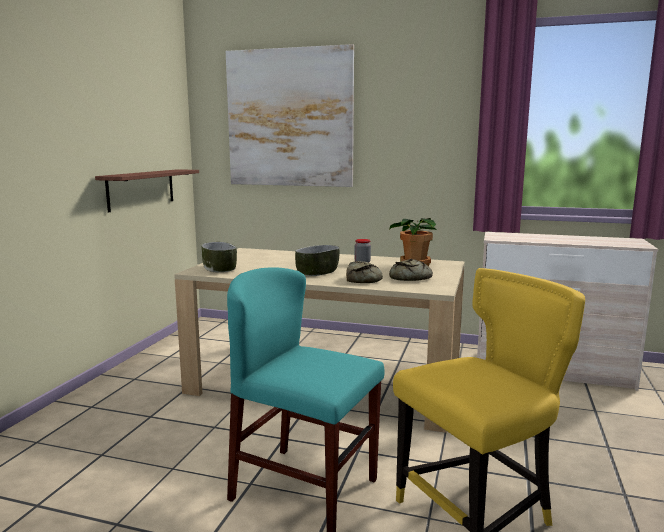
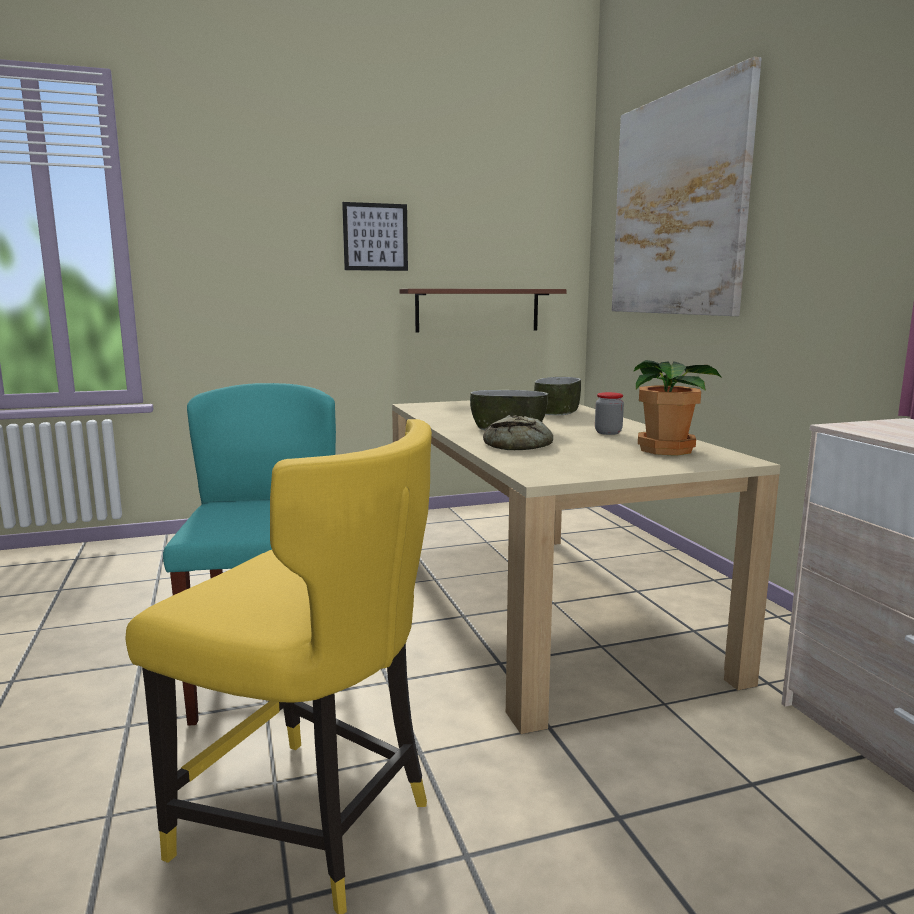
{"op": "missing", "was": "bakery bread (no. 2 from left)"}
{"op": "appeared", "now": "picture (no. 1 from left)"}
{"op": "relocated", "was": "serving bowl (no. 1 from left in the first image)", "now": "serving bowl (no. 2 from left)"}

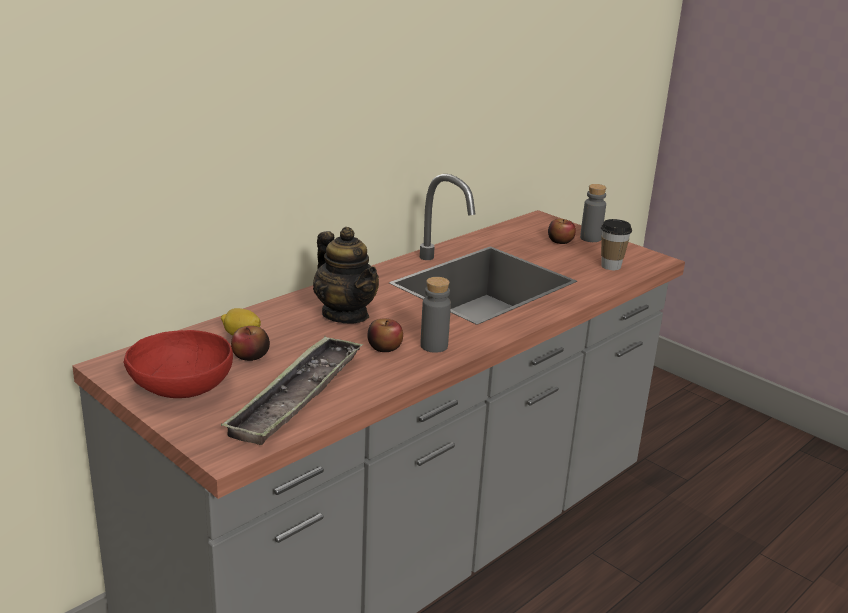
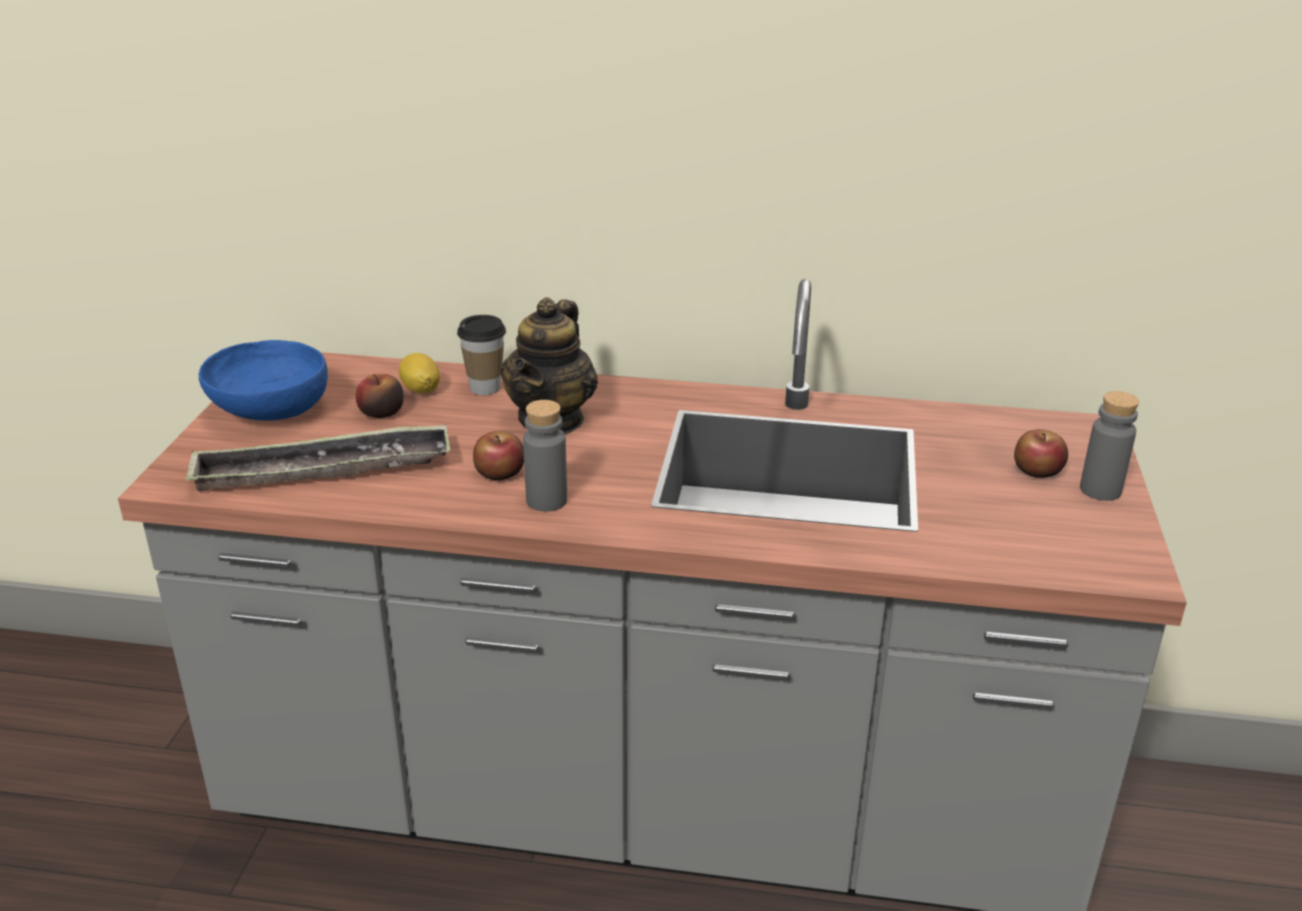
{"op": "relocated", "was": "cup"}
{"op": "colour", "was": "serving bowl (red)", "now": "serving bowl (blue)"}

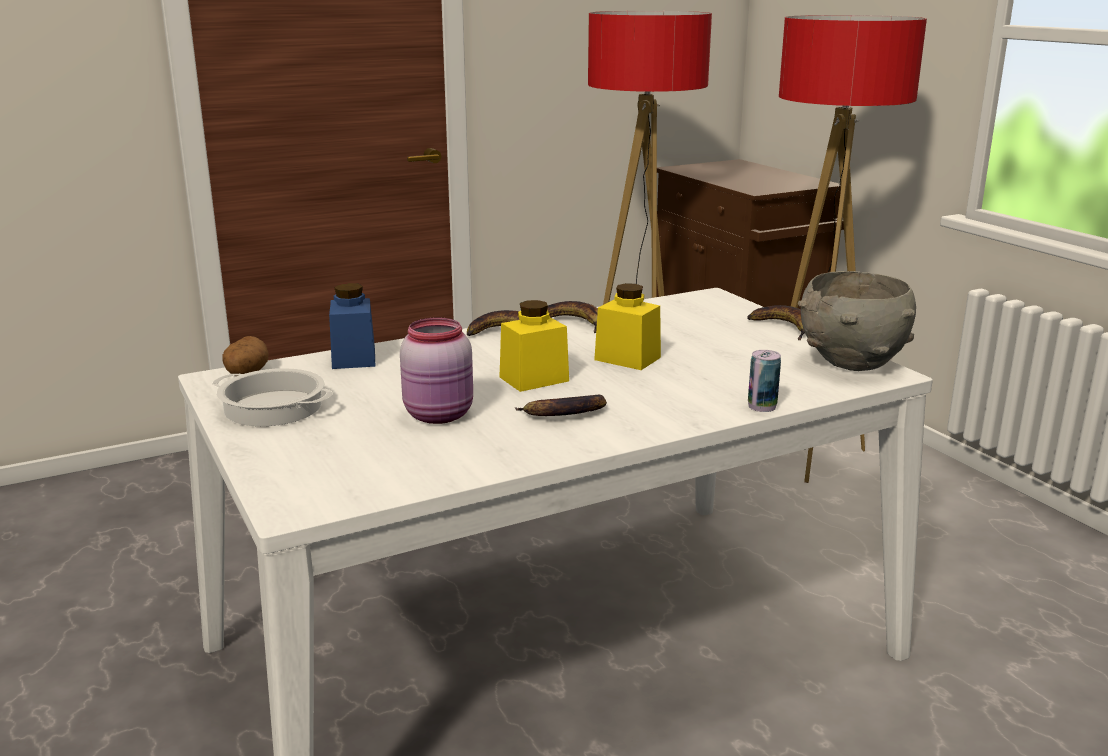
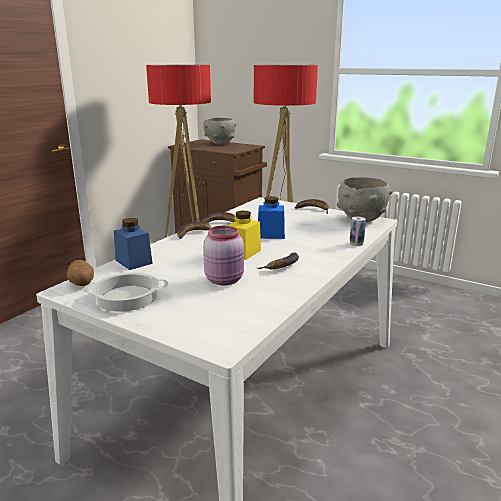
{"op": "appeared", "now": "serving bowl (gray) (no. 1 from left)"}
{"op": "colour", "was": "storage jar (yellow) (no. 2 from left)", "now": "storage jar (blue) (no. 2 from left)"}

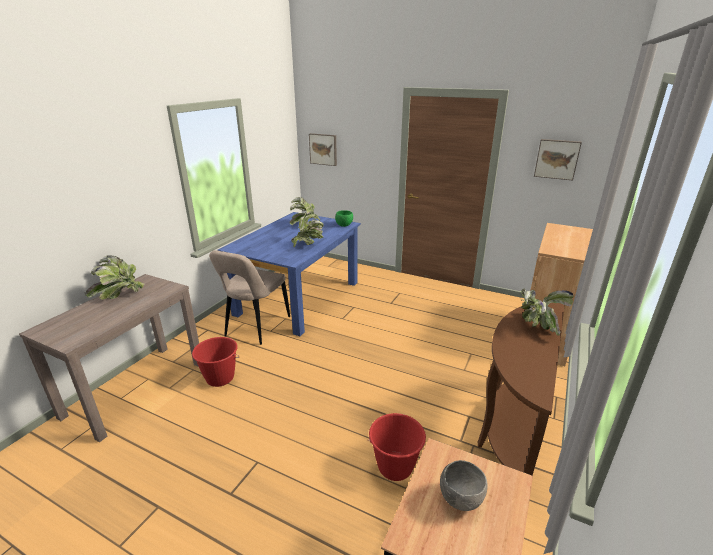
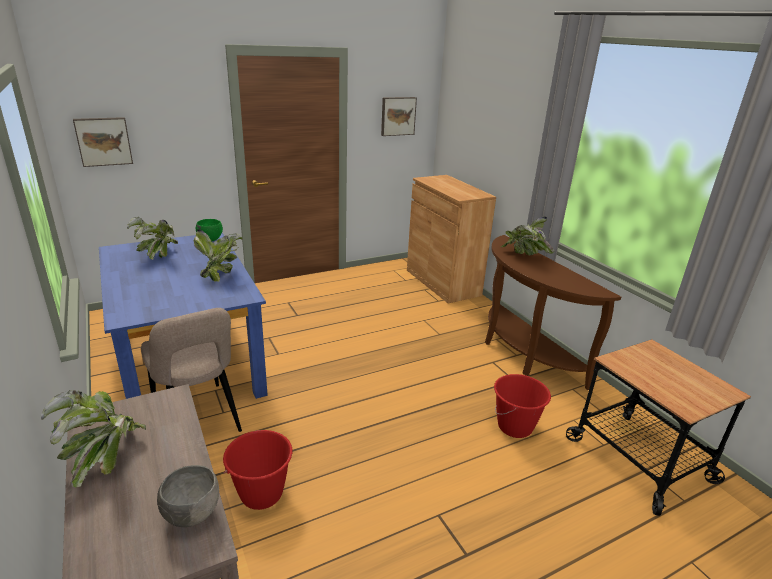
{"op": "relocated", "was": "serving bowl (gray)"}

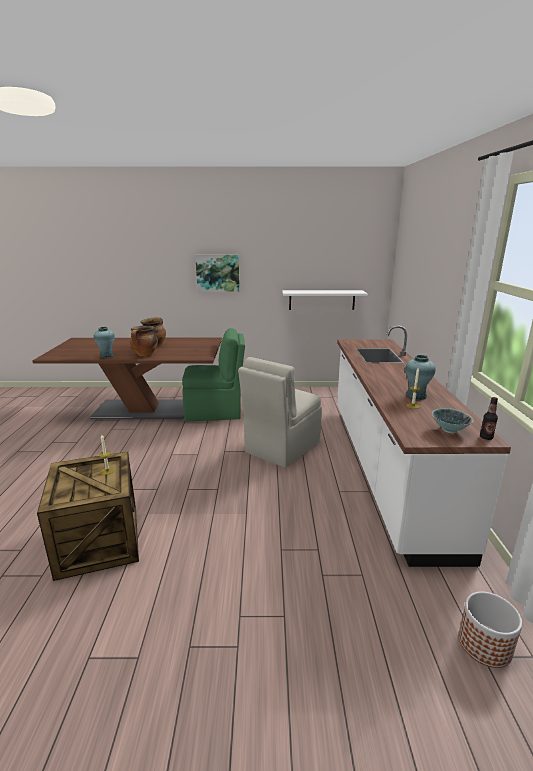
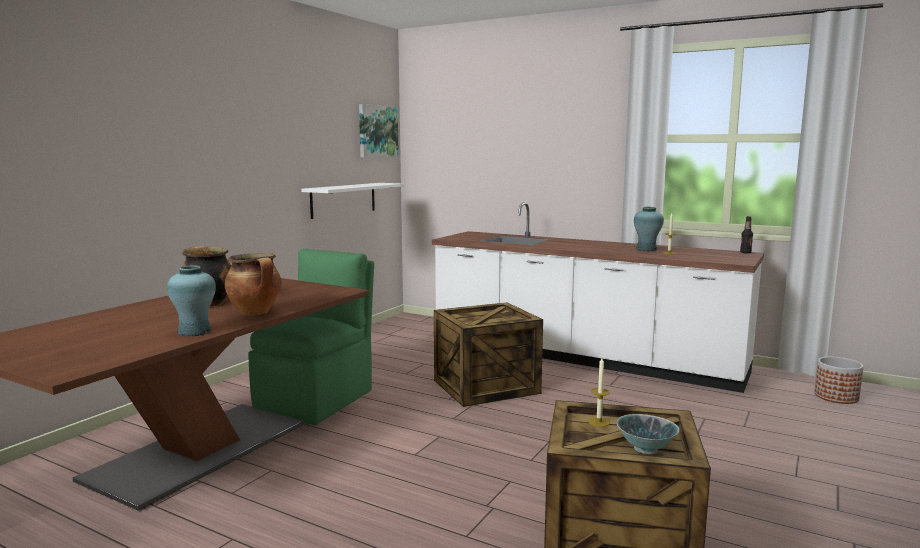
{"op": "relocated", "was": "picture"}
{"op": "relocated", "was": "serving bowl"}
{"op": "exchanged", "was": "upright chair (sand-coloured)", "now": "crate (no. 1 from left)"}

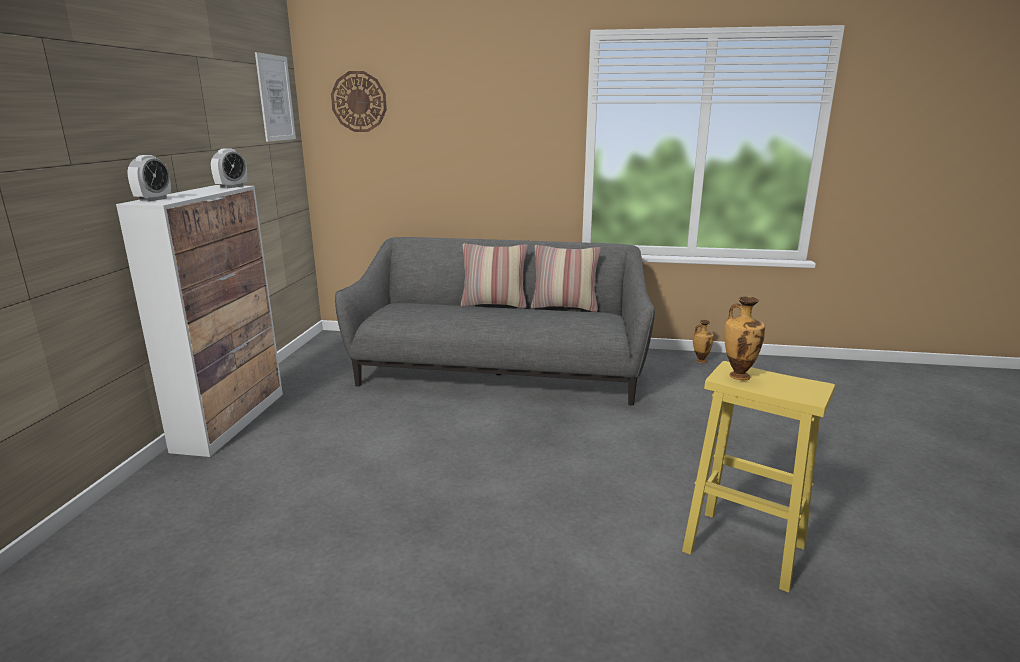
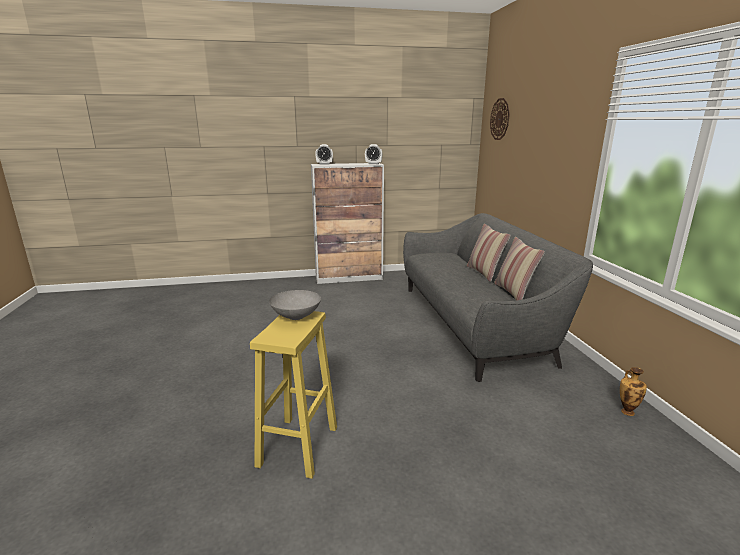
{"op": "missing", "was": "picture"}
{"op": "exchanged", "was": "vase (no. 2 from left)", "now": "serving bowl (gray)"}

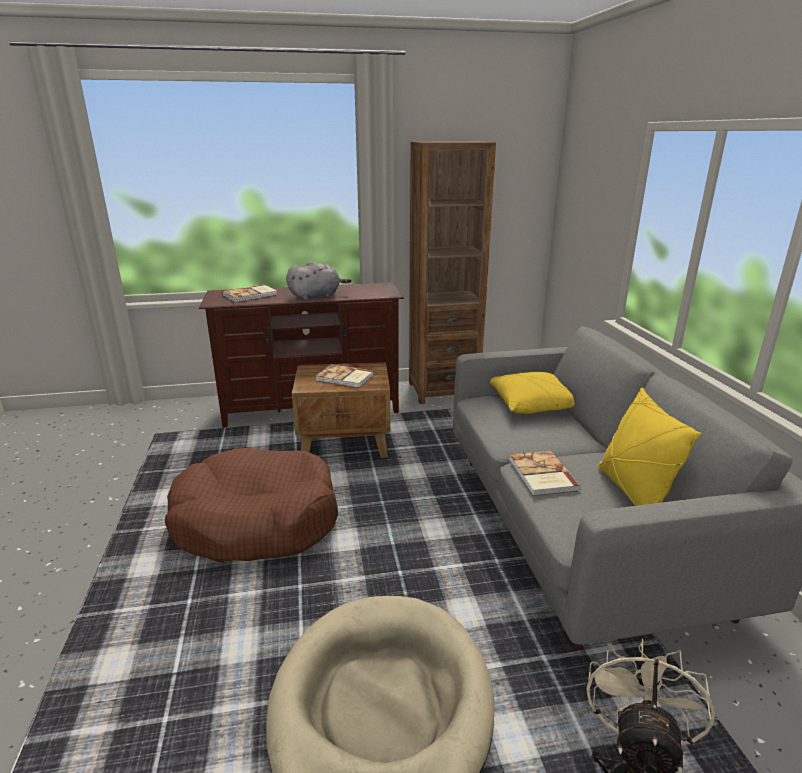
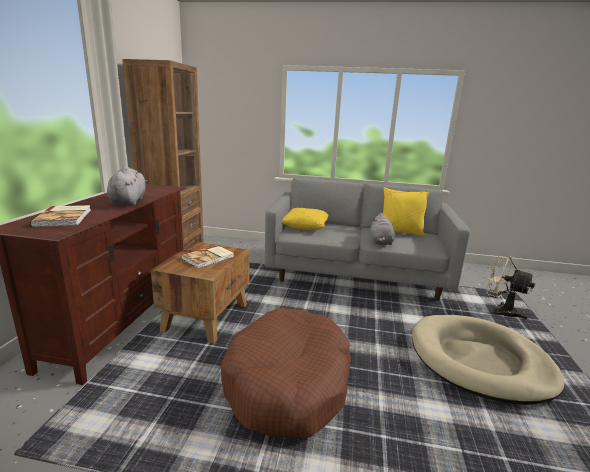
{"op": "exchanged", "was": "book (no. 3 from left)", "now": "soft toy (gray) (no. 2 from left)"}

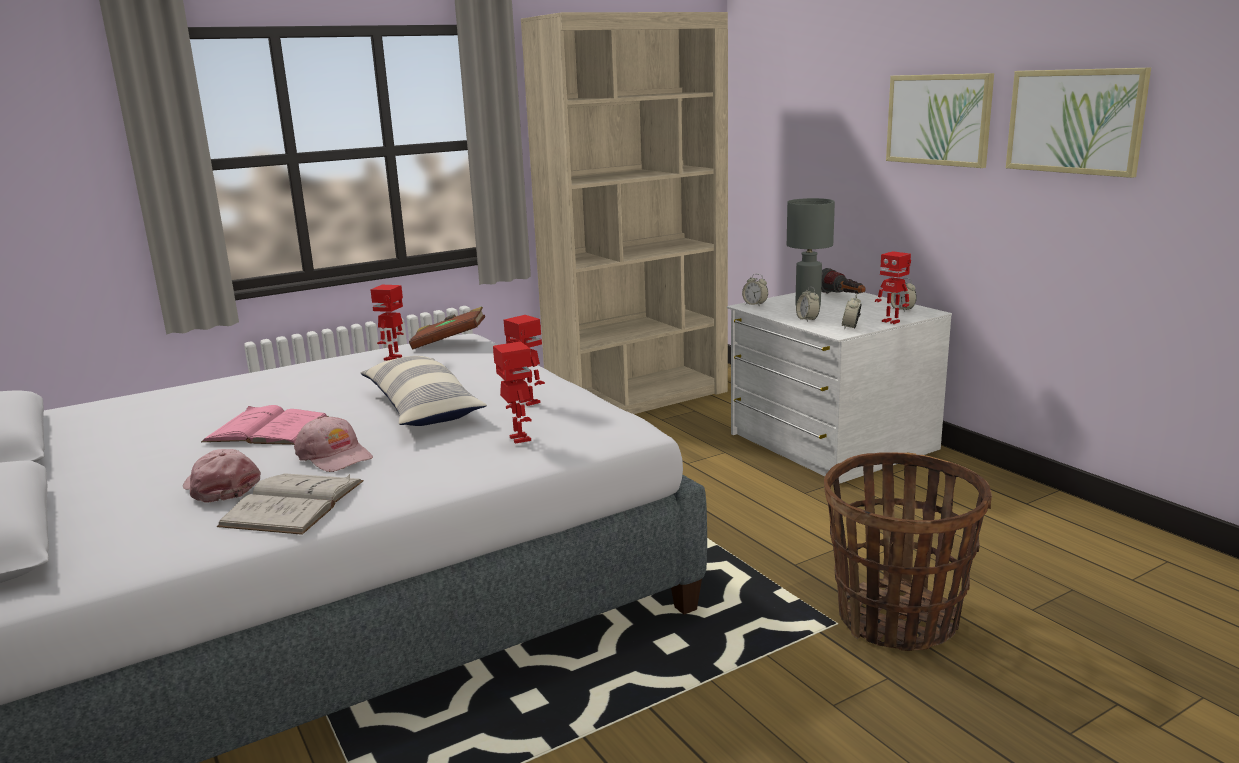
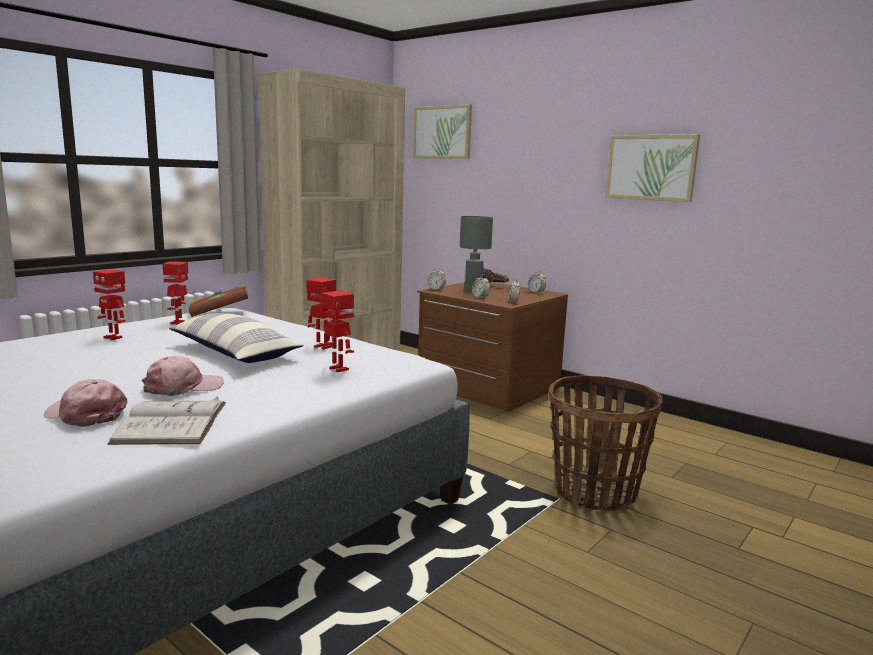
{"op": "missing", "was": "book (pink-coloured)"}
{"op": "relocated", "was": "toy robot (no. 4 from left in the first image)", "now": "toy robot (no. 1 from left)"}
{"op": "relocated", "was": "picture (no. 1 from left)"}
{"op": "colour", "was": "dresser (whitish)", "now": "dresser (brown)"}
{"op": "spun", "was": "cap (pink-coloured) (no. 2 from left)", "clockwise": -60}

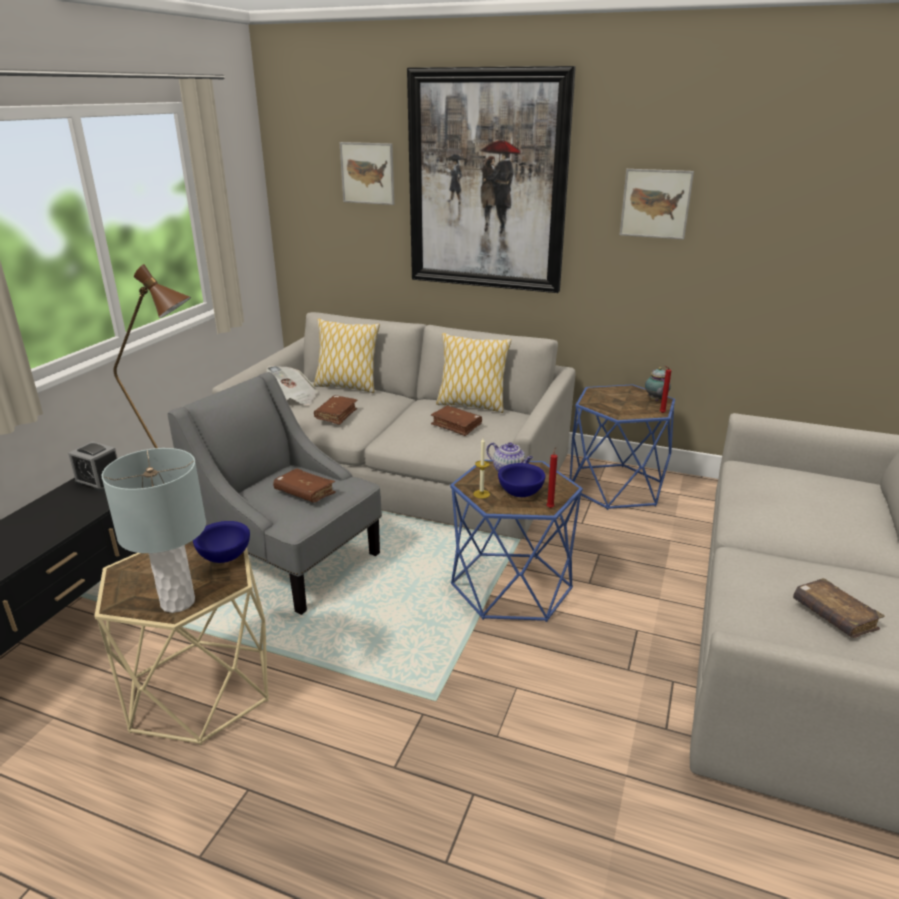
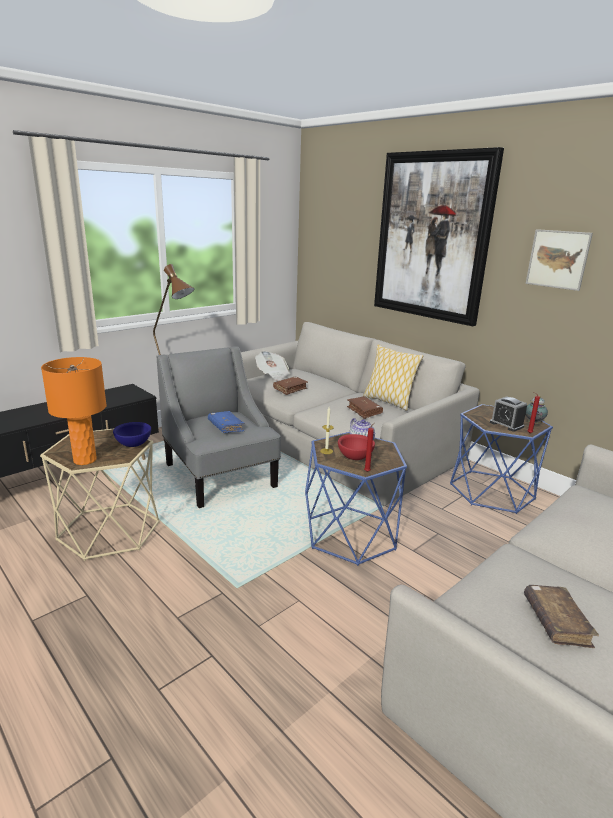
{"op": "missing", "was": "throw pillow (no. 1 from left)"}
{"op": "missing", "was": "picture (no. 1 from left)"}
{"op": "relocated", "was": "table clock"}
{"op": "colour", "was": "table lamp (gray)", "now": "table lamp (orange-coloured)"}
{"op": "colour", "was": "book (brown) (no. 1 from left)", "now": "book (blue)"}
{"op": "colour", "was": "serving bowl (blue) (no. 2 from left)", "now": "serving bowl (red)"}

